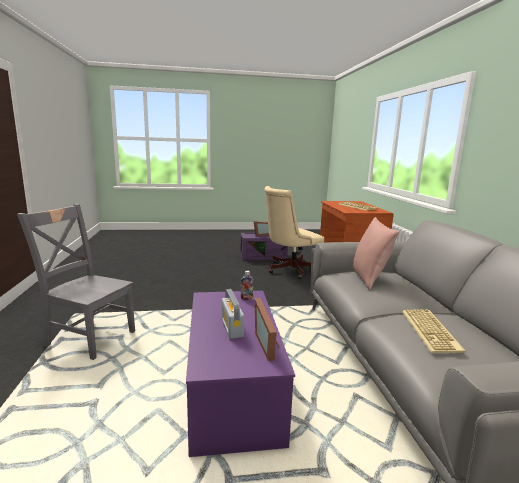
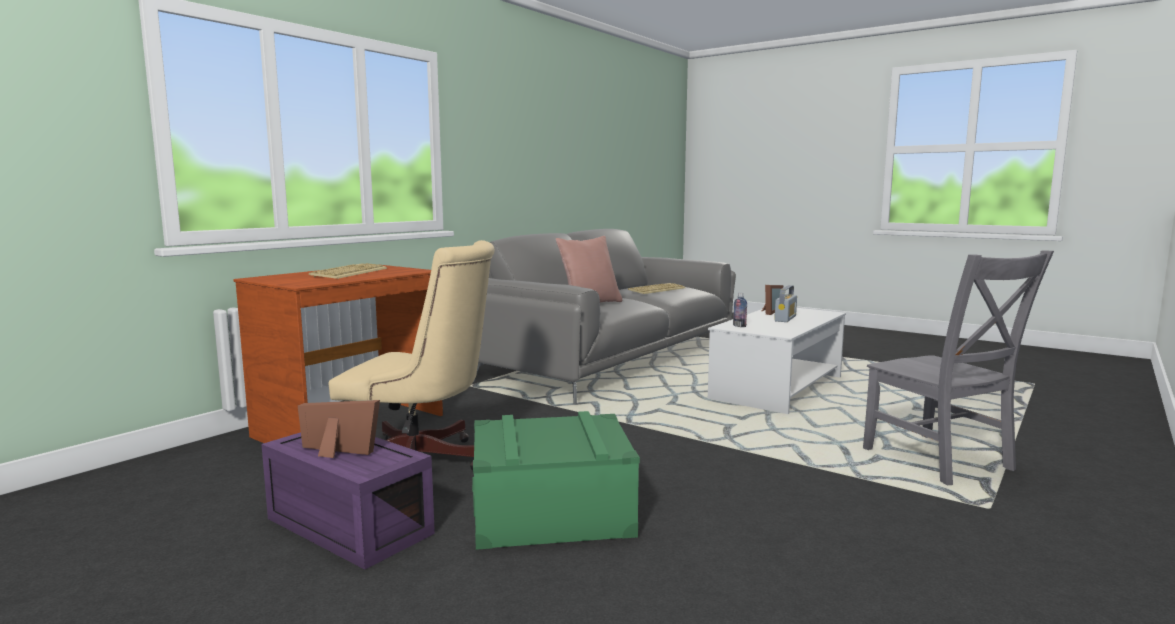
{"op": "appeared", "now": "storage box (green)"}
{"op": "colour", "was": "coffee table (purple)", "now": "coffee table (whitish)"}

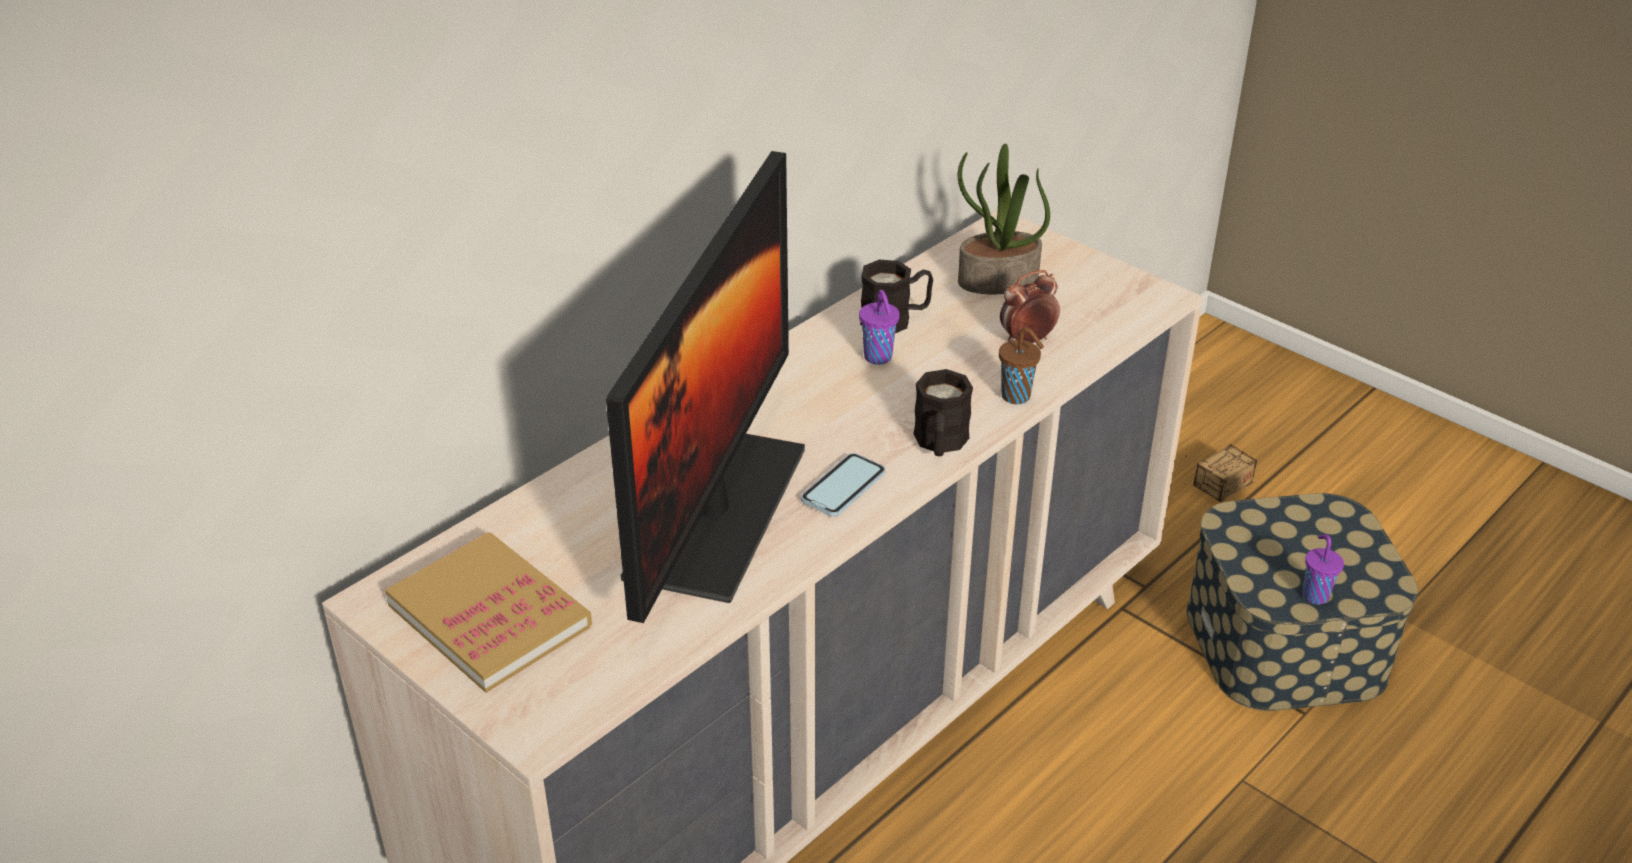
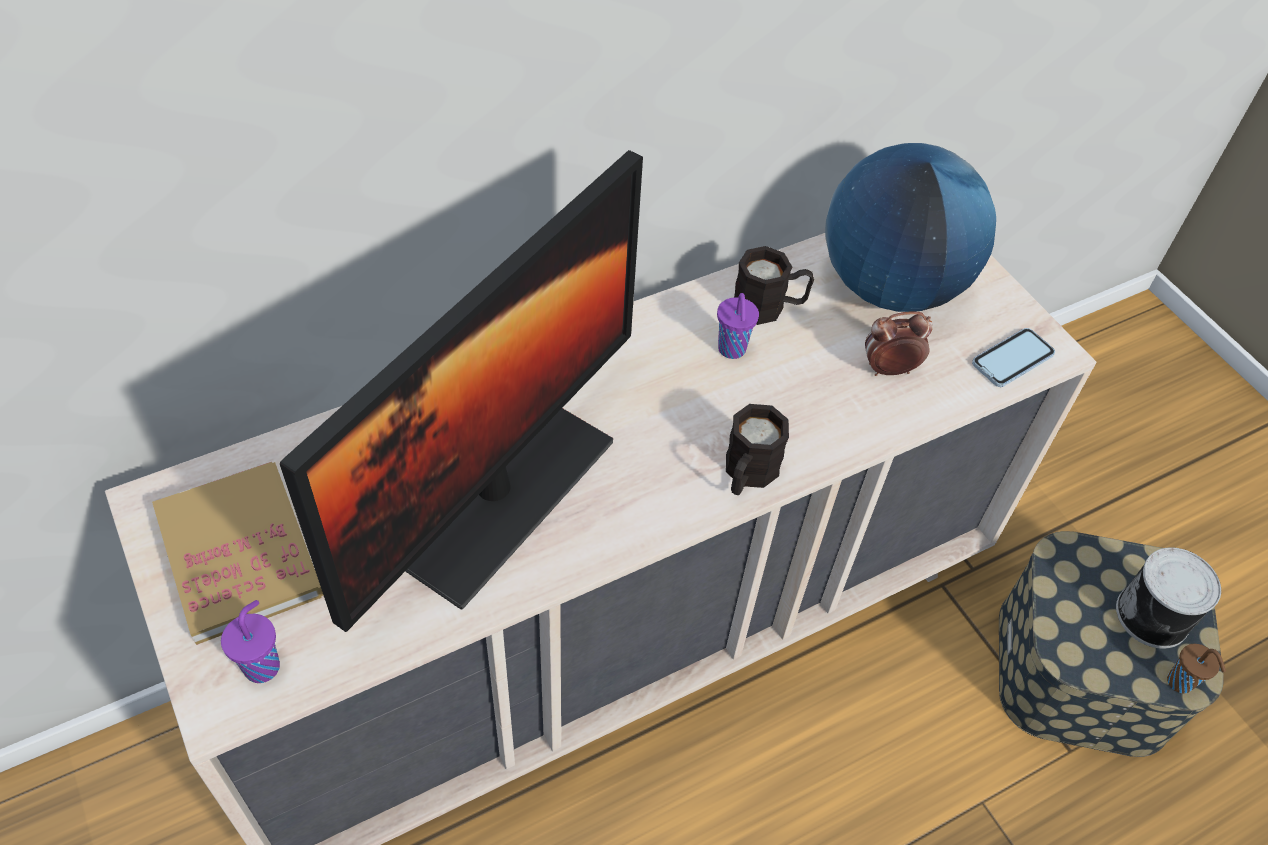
{"op": "missing", "was": "storage box (no. 1 from left)"}
{"op": "appeared", "now": "metal can"}
{"op": "relocated", "was": "phone"}
{"op": "relocated", "was": "cup (brown)"}
{"op": "relocated", "was": "cup (purple) (no. 2 from left in the first image)", "now": "cup (purple) (no. 1 from left)"}
{"op": "exchanged", "was": "potted plant", "now": "world globe"}

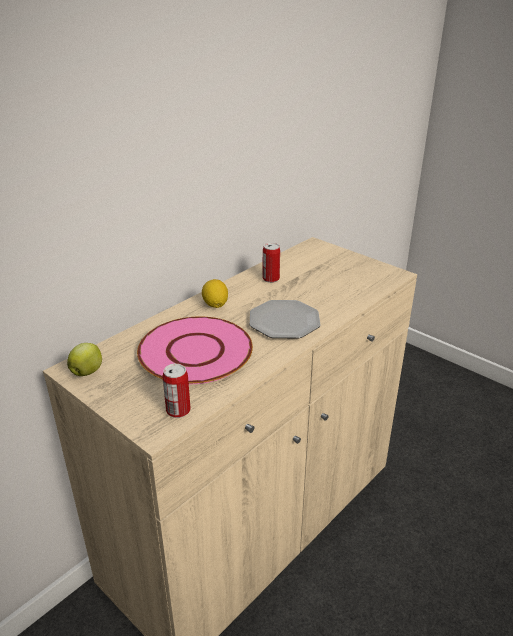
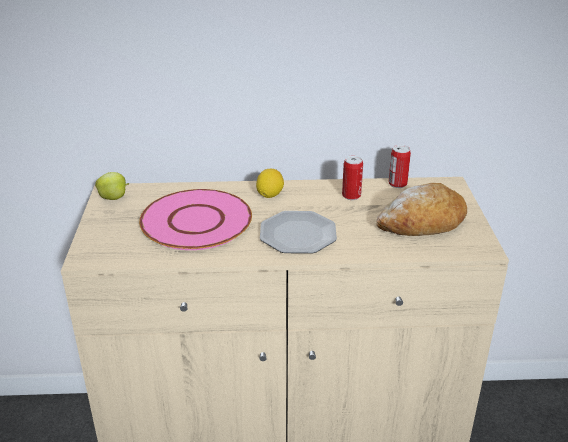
{"op": "appeared", "now": "bakery bread"}
{"op": "relocated", "was": "metal can (no. 1 from left in the first image)", "now": "metal can (no. 2 from left)"}

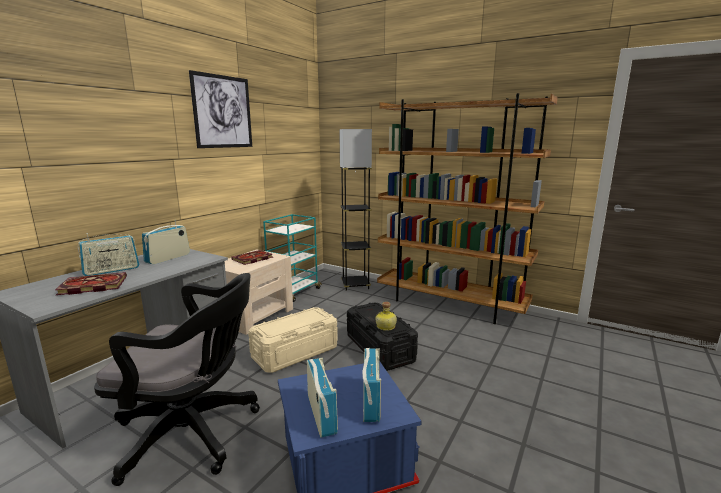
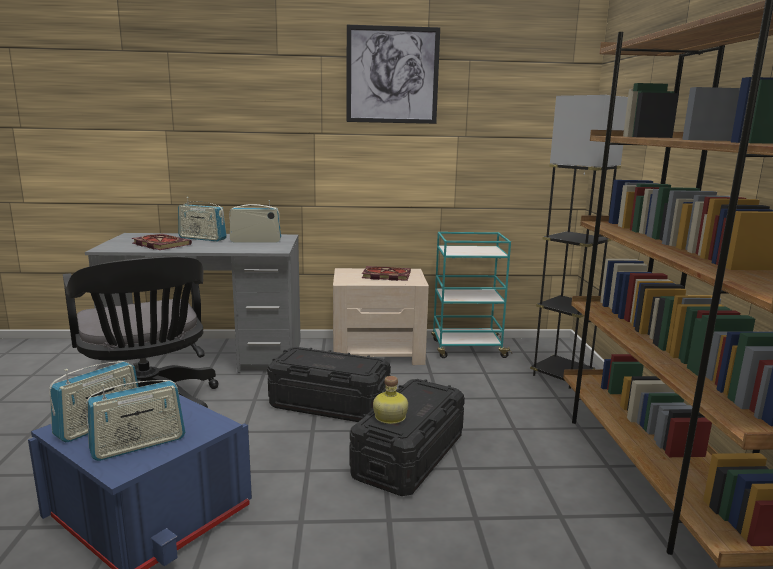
{"op": "colour", "was": "storage box (sand-coloured)", "now": "storage box (blackish) (no. 1 from left)"}

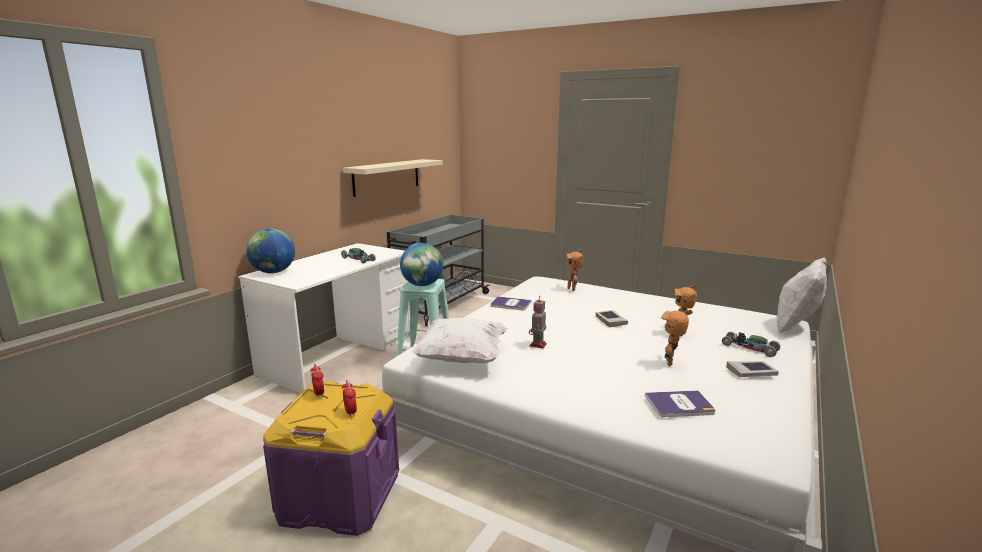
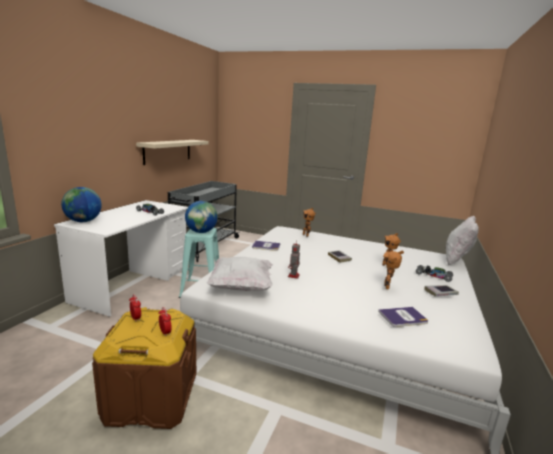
{"op": "colour", "was": "storage box (purple)", "now": "storage box (brown)"}

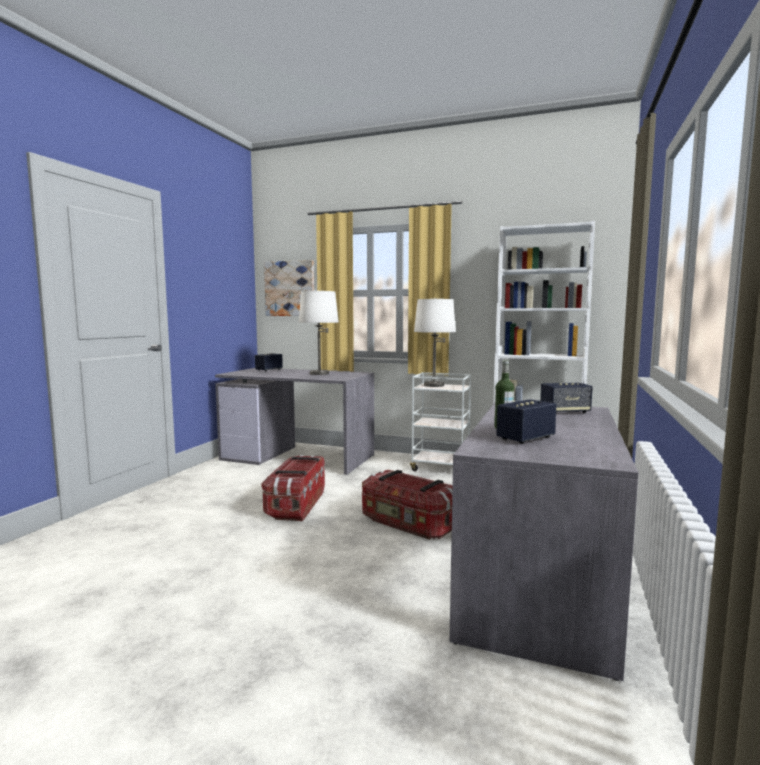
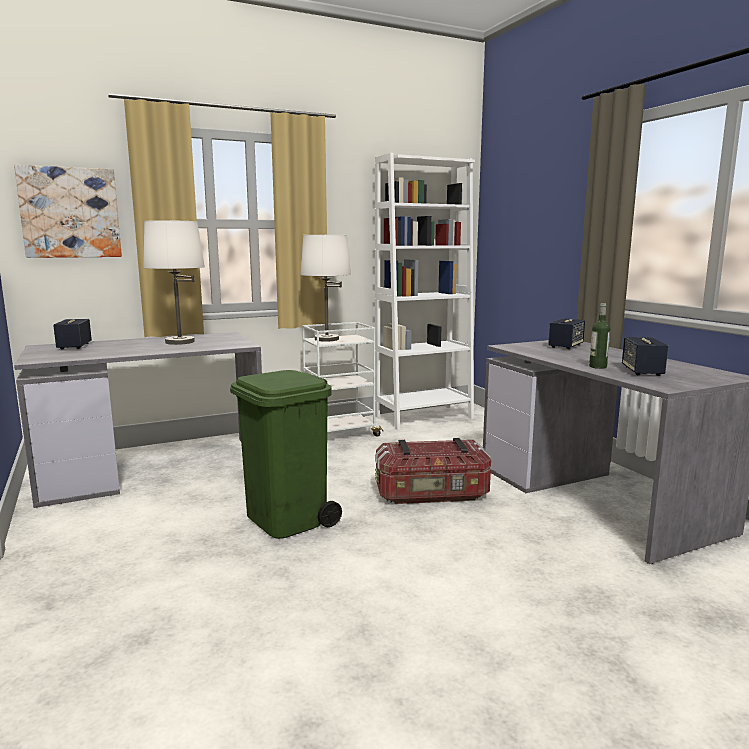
{"op": "exchanged", "was": "storage box (no. 1 from left)", "now": "trash can (green)"}

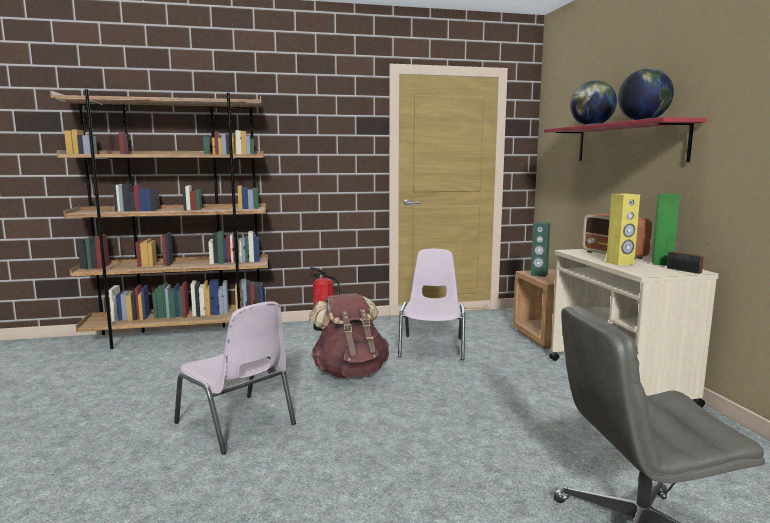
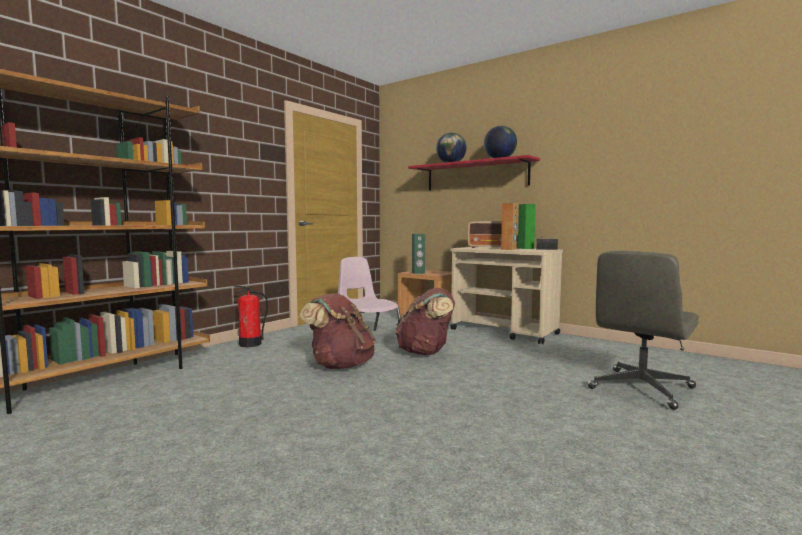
{"op": "missing", "was": "upright chair (pink-coloured) (no. 1 from left)"}
{"op": "appeared", "now": "backpack (brown) (no. 2 from left)"}
{"op": "colour", "was": "audio speaker (yellow)", "now": "audio speaker (brown)"}

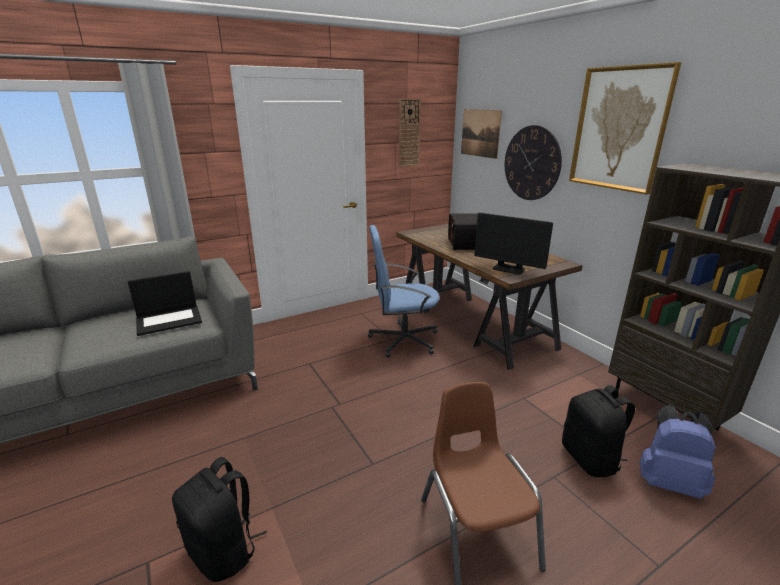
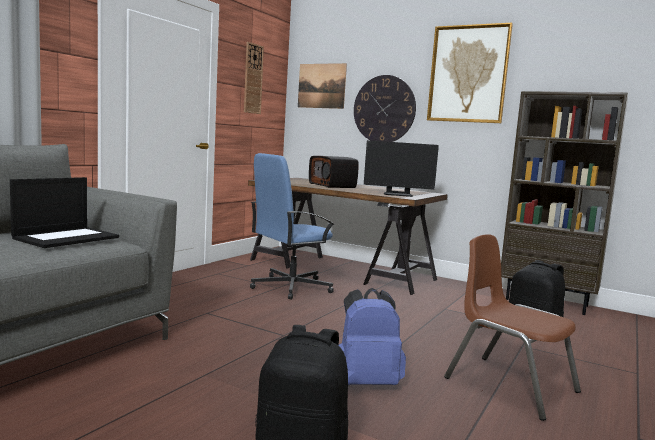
{"op": "relocated", "was": "backpack (blue)"}

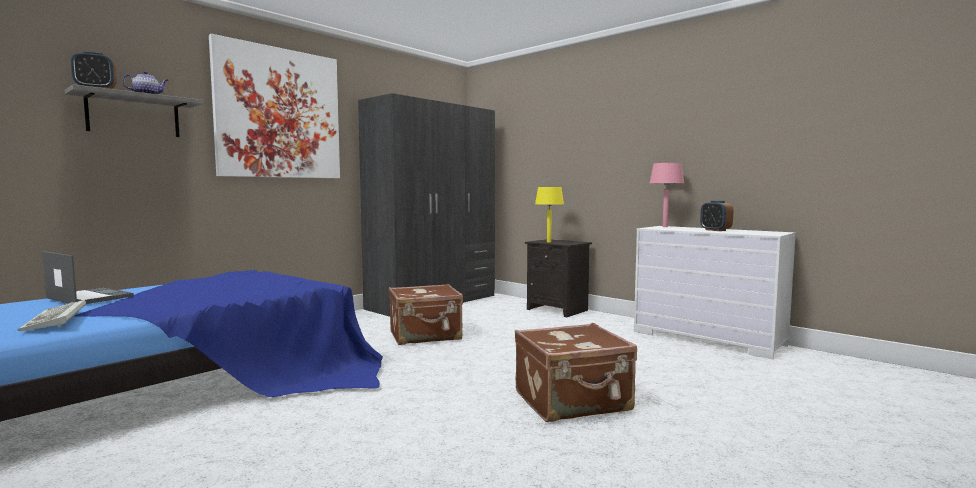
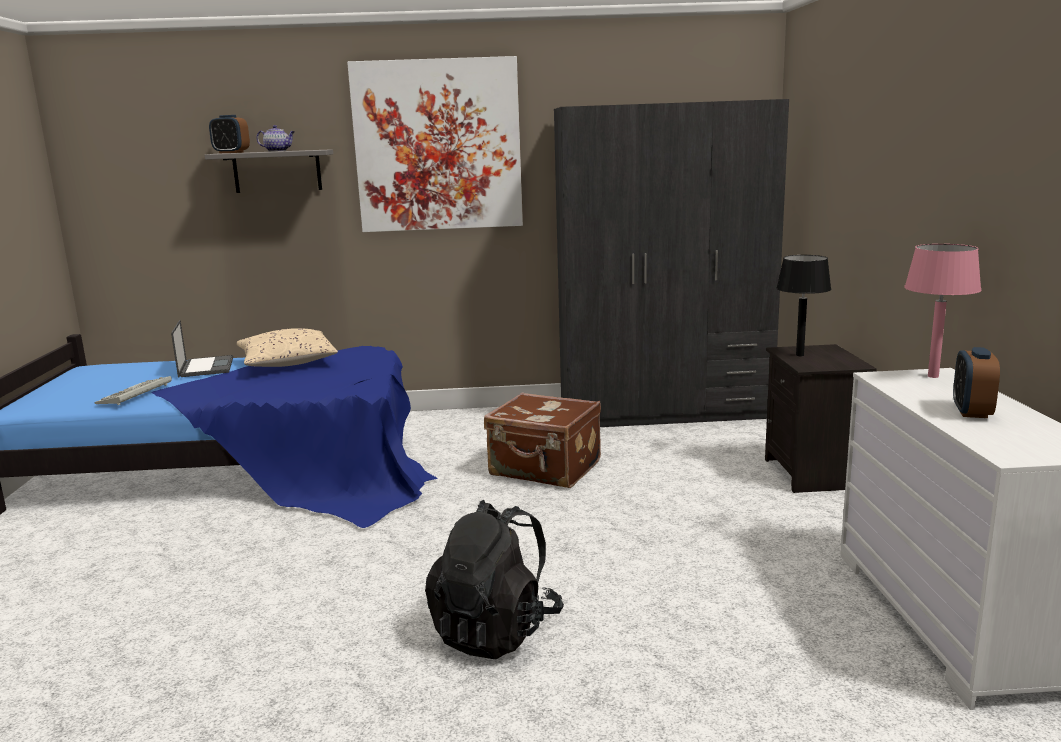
{"op": "appeared", "now": "throw pillow (sand-coloured)"}
{"op": "exchanged", "was": "travel case (brown) (no. 2 from left)", "now": "backpack (blackish)"}
{"op": "colour", "was": "table lamp (yellow)", "now": "table lamp (blackish)"}

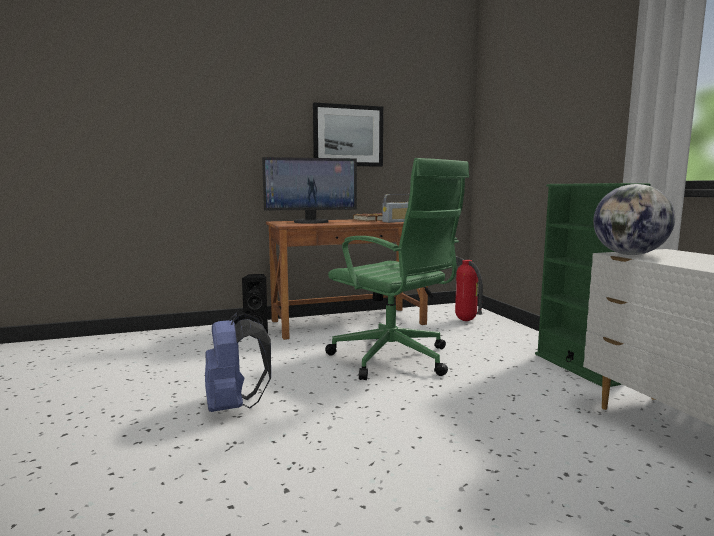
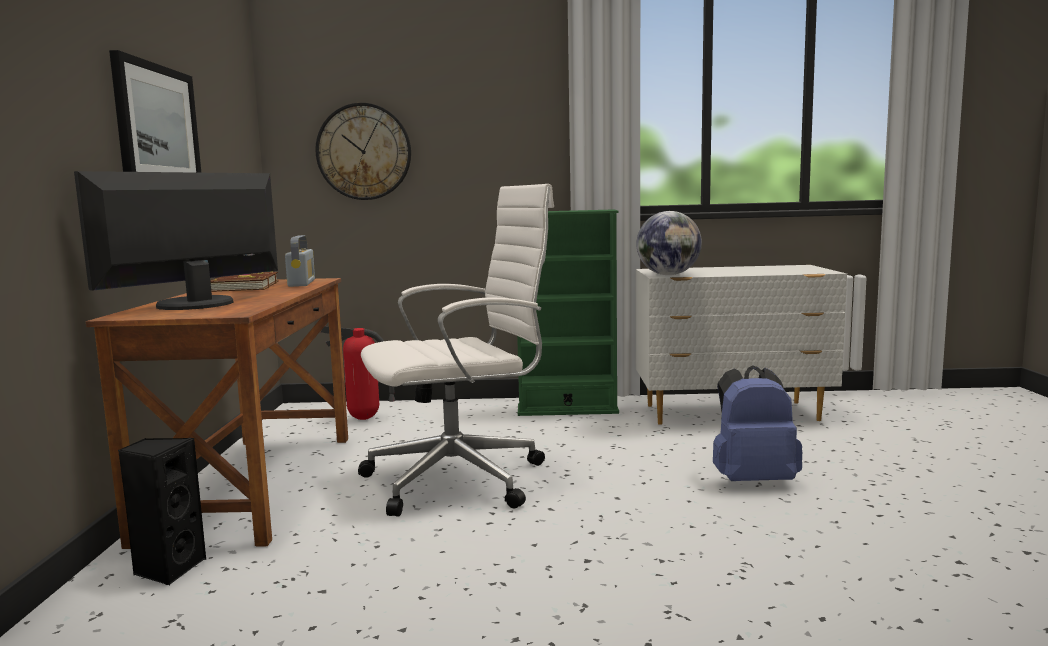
{"op": "appeared", "now": "clock on the wall"}
{"op": "relocated", "was": "backpack (blue)"}
{"op": "colour", "was": "office chair (green)", "now": "office chair (whitish)"}
{"op": "spun", "was": "monitor", "clockwise": -150}

